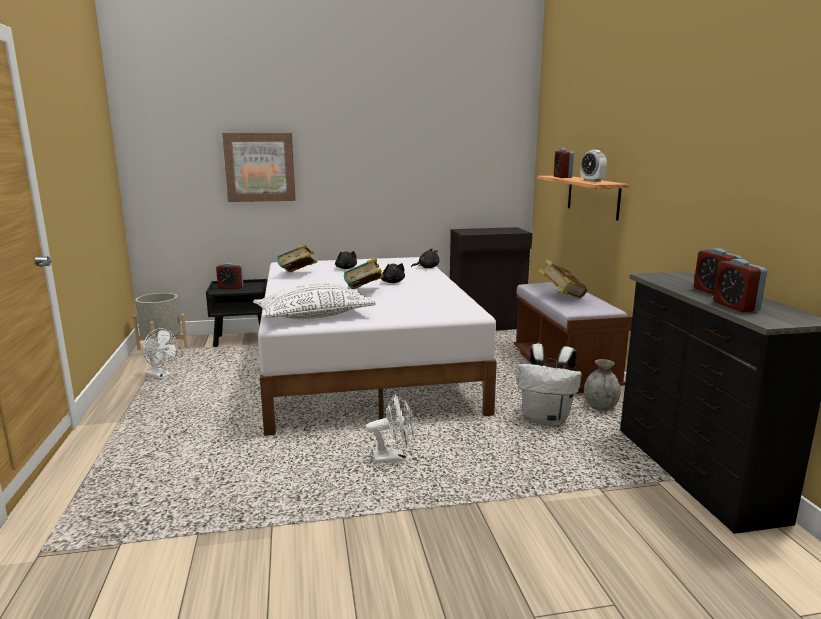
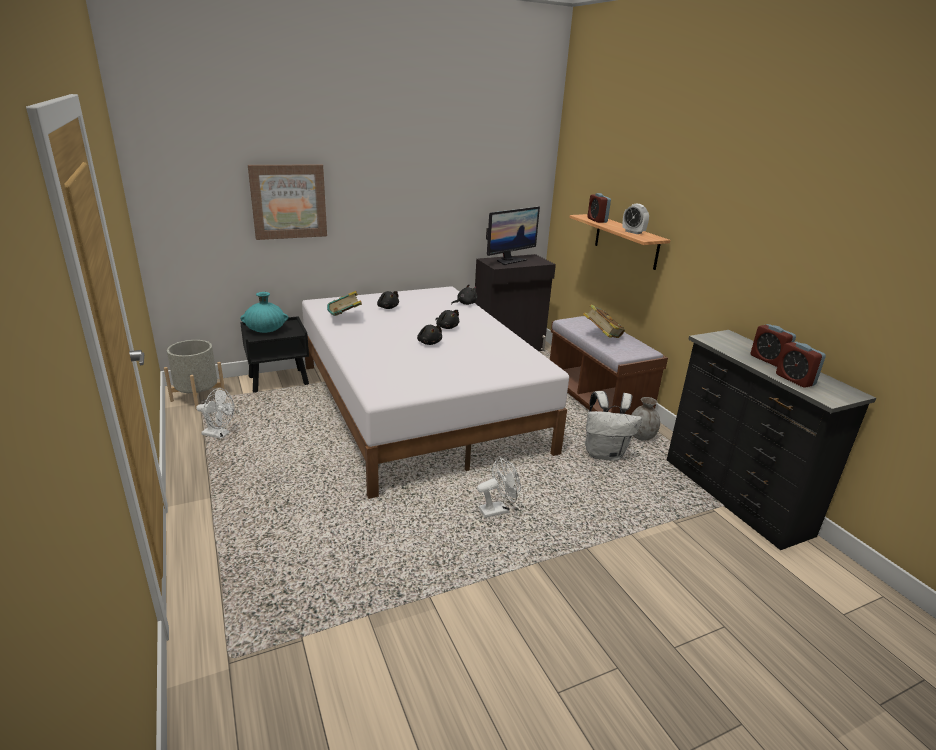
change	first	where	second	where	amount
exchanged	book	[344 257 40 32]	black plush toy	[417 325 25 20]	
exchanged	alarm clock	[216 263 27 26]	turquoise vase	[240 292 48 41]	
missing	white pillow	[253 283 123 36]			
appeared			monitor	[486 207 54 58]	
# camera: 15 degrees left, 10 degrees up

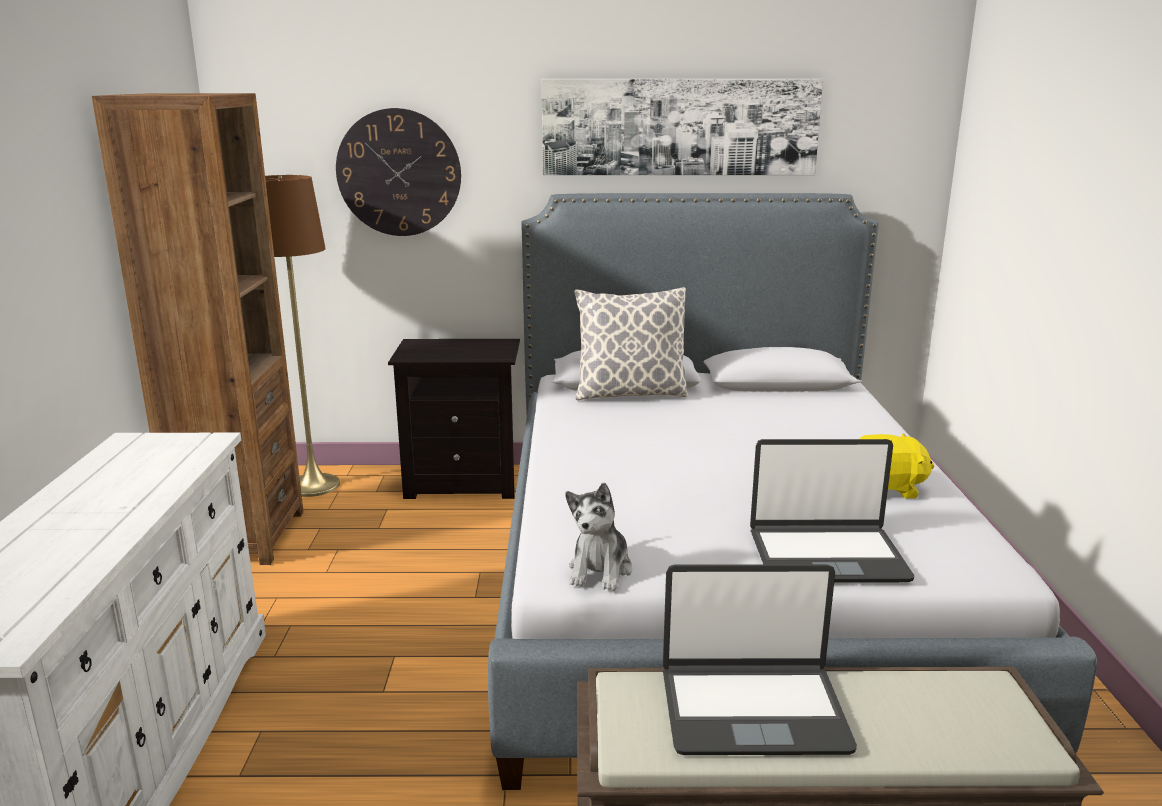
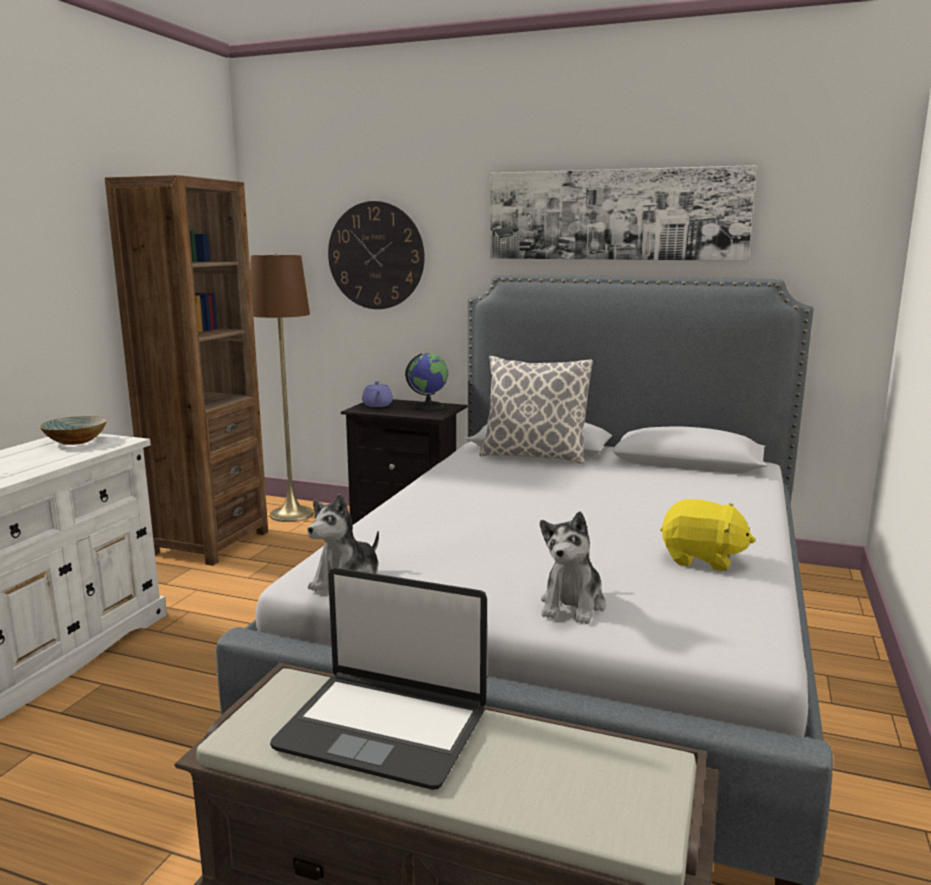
change	first	where	second	where	amount
exchanged	laptop	[750 439 164 144]	plush toy	[540 511 66 113]	
appeared			globe	[405 353 43 57]	
appeared			purple teapot	[362 381 31 26]	
appeared			bowl	[39 416 68 29]	
# camera: 20 degrees right, 5 degrees down

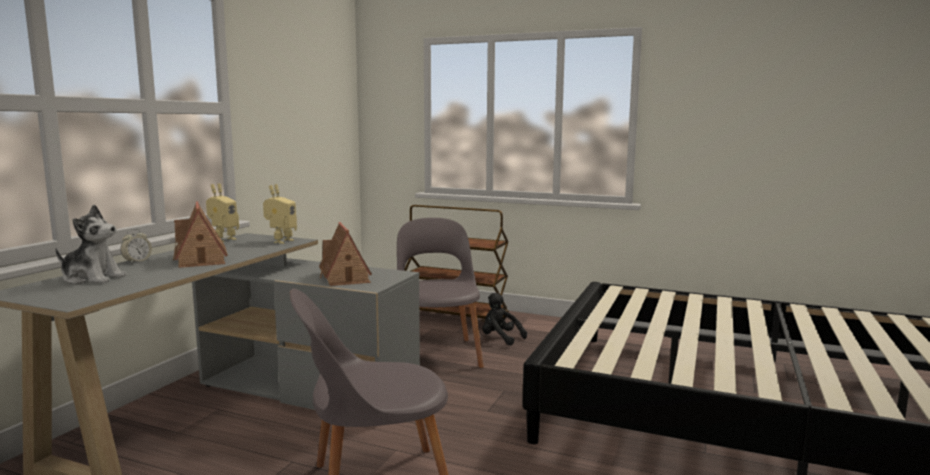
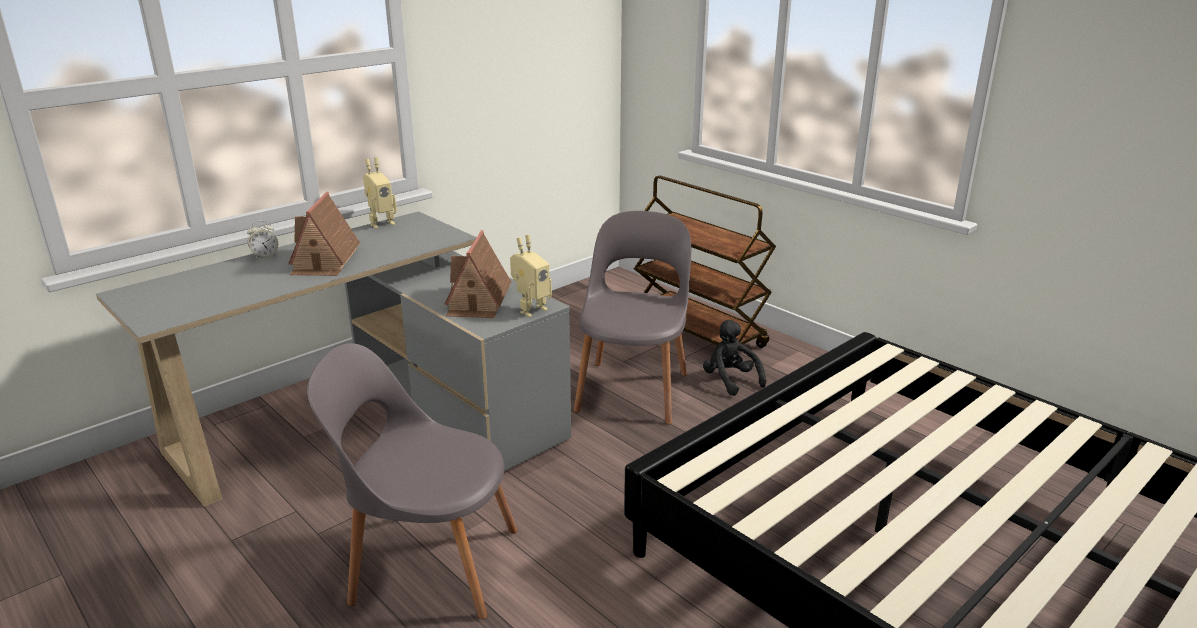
change	first	where	second	where	amount
relocated	toy robot	[263 184 34 60]		[510 235 42 82]	
missing	plush toy	[55 204 72 80]			
# camera: 25 degrees right, 15 degrees up

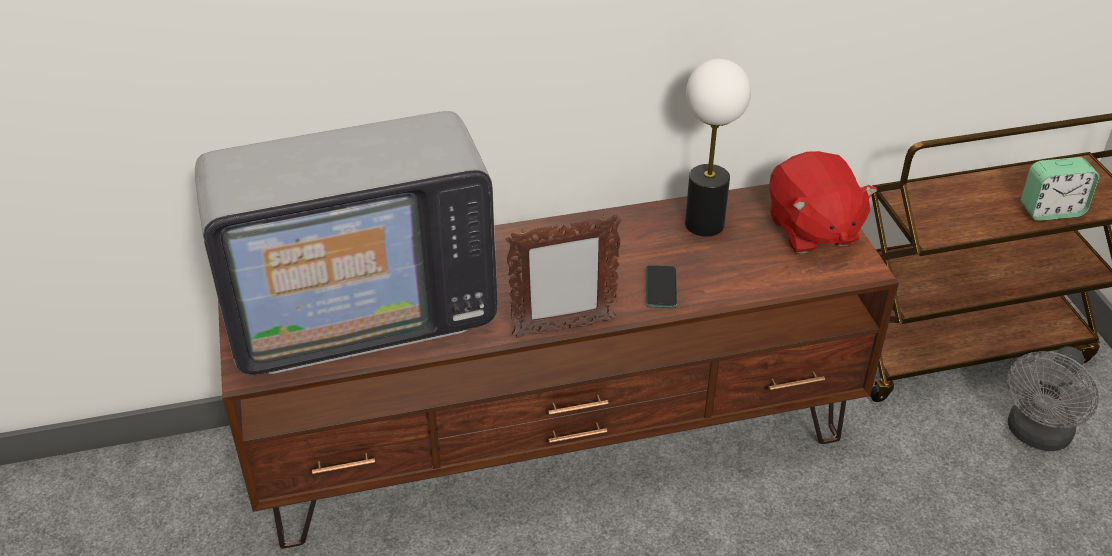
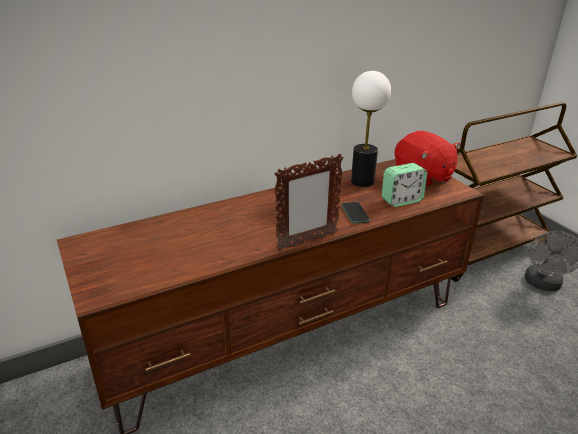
change	first	where	second	where	amount
missing	television	[195 111 303 264]			
relocated	alarm clock	[1021 157 78 64]		[382 163 45 44]	
# camera: 15 degrees left, 10 degrees down

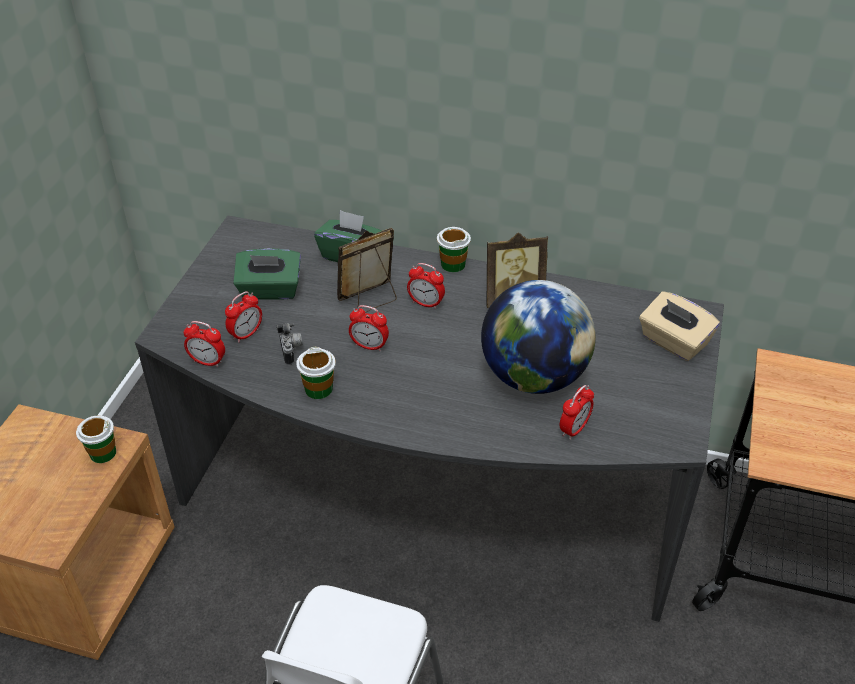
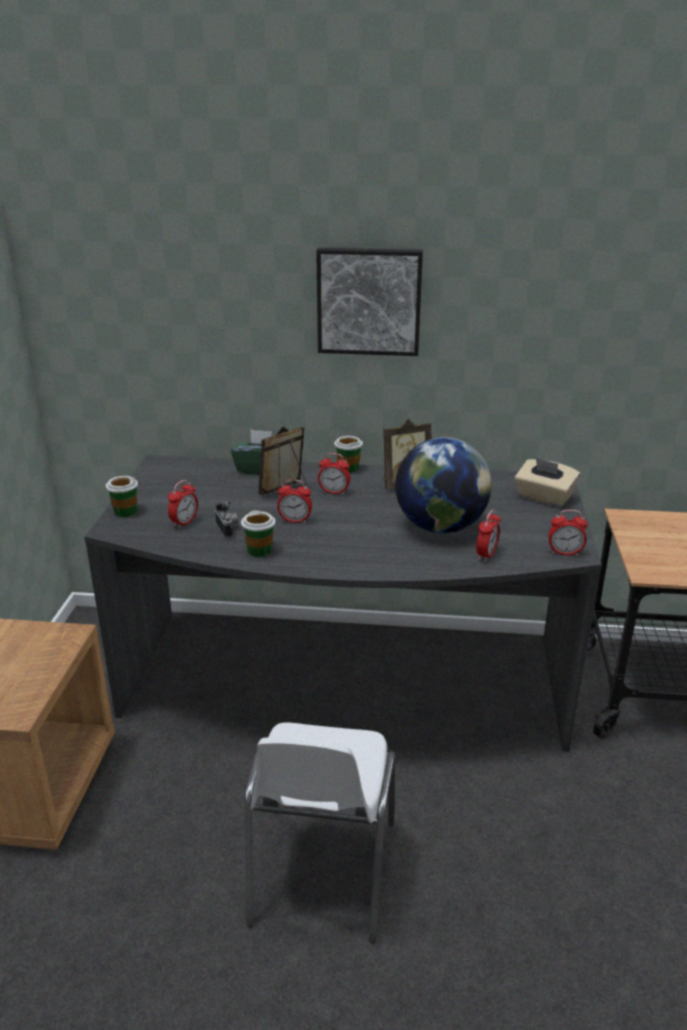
change	first	where	second	where	amount
missing	green tissue box	[233 248 68 52]			
relocated	alarm clock	[183 321 42 46]		[548 510 40 46]	
relocated	cup	[76 416 40 47]		[106 476 32 41]	
appeared			picture	[316 248 107 108]	
# camera: 10 degrees left, 15 degrees down

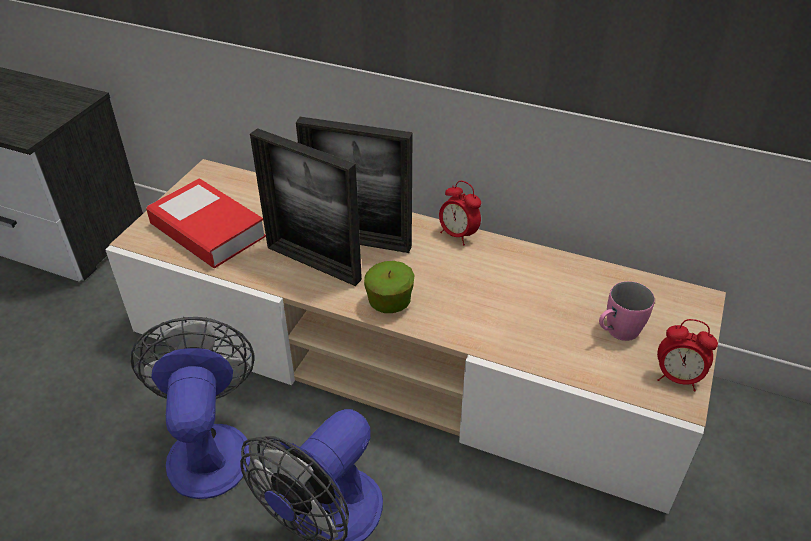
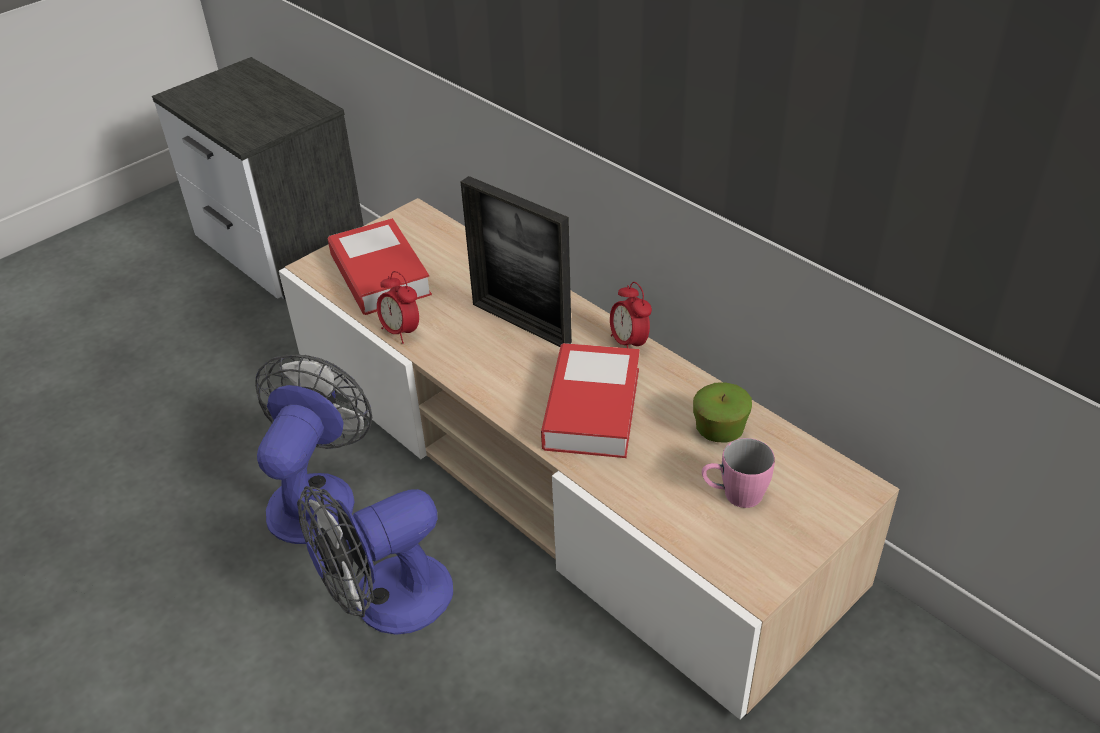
change	first	where	second	where	amount
missing	picture frame	[250 128 112 158]			
relocated	apple	[364 261 50 52]		[693 382 59 61]	
relocated	alarm clock	[657 319 61 73]		[377 271 42 73]	
appeared			book	[541 343 99 115]	
# camera: 25 degrees right, 0 degrees up

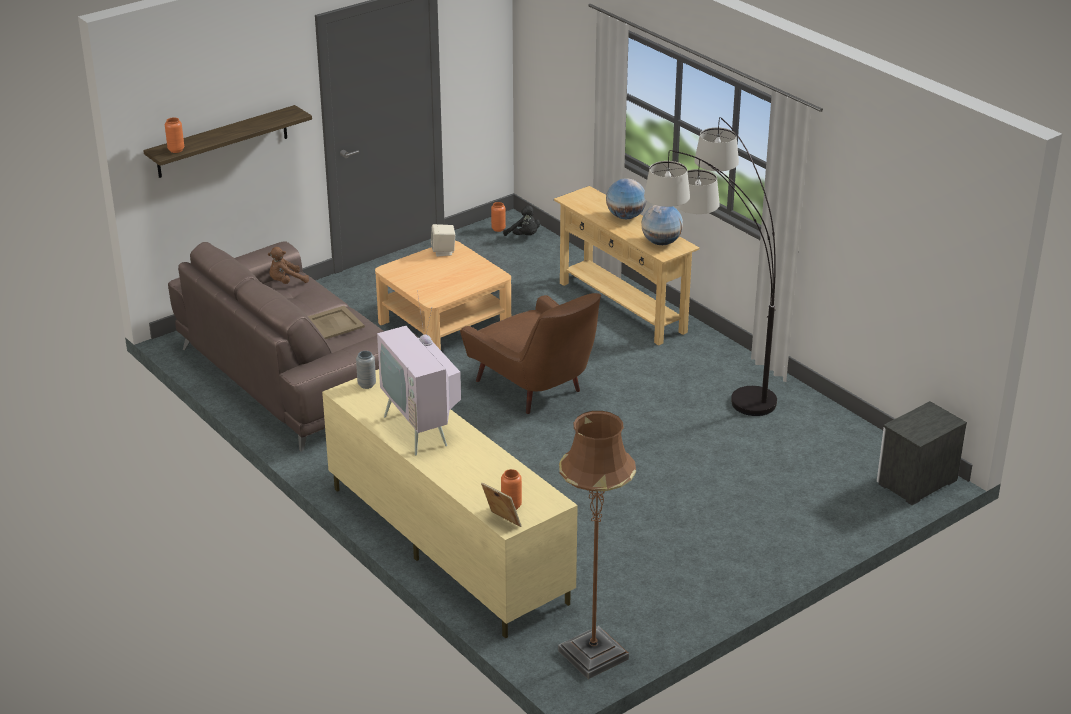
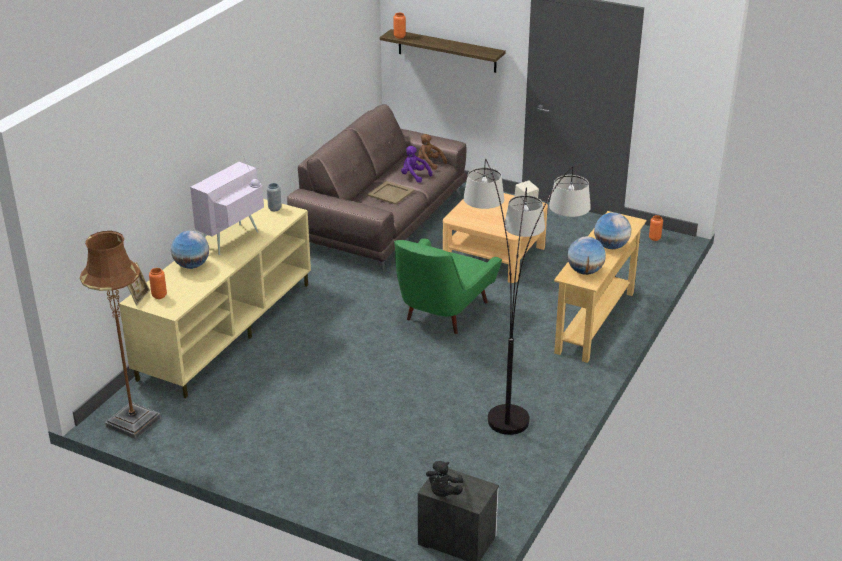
change	first	where	second	where	amount
relocated	black plush toy	[503 205 37 31]		[426 461 37 36]	
colour	brown armchair	[460 293 141 121]	green armchair	[394 238 108 96]	
appeared			purple plush toy	[401 146 32 37]	
appeared			globe	[171 231 38 38]	
# camera: 65 degrees right, 0 degrees up

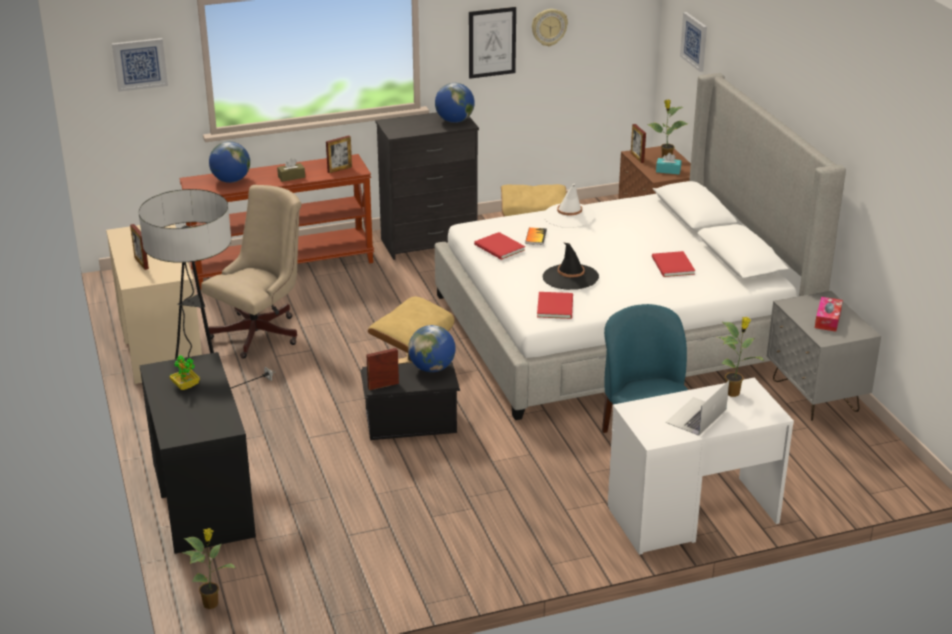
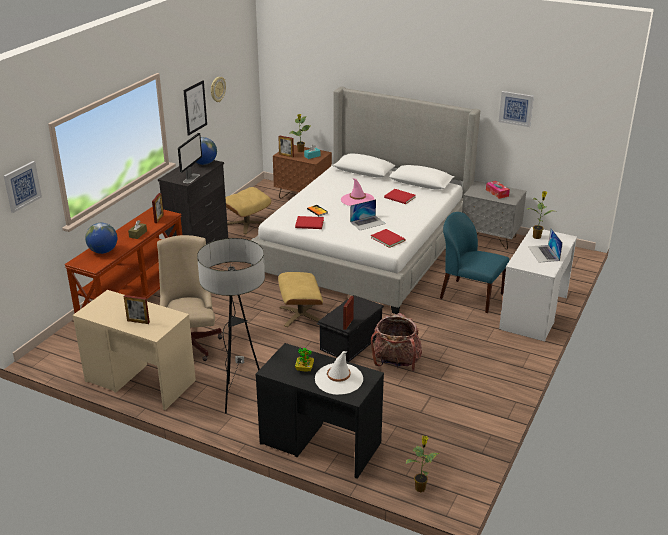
change	first	where	second	where	amount
relocated	picture	[680 12 27 60]		[499 91 35 36]	
relocated	white hat	[543 184 53 44]		[315 351 48 44]	
exchanged	black hat	[543 242 56 48]	laptop	[350 199 36 31]	
missing	globe	[408 325 47 47]			
appeared			monitor	[178 133 24 50]	
appeared			pink hat	[341 178 33 28]	
appeared			backpack	[371 313 51 58]	
# camera: 45 degrees left, 0 degrees up

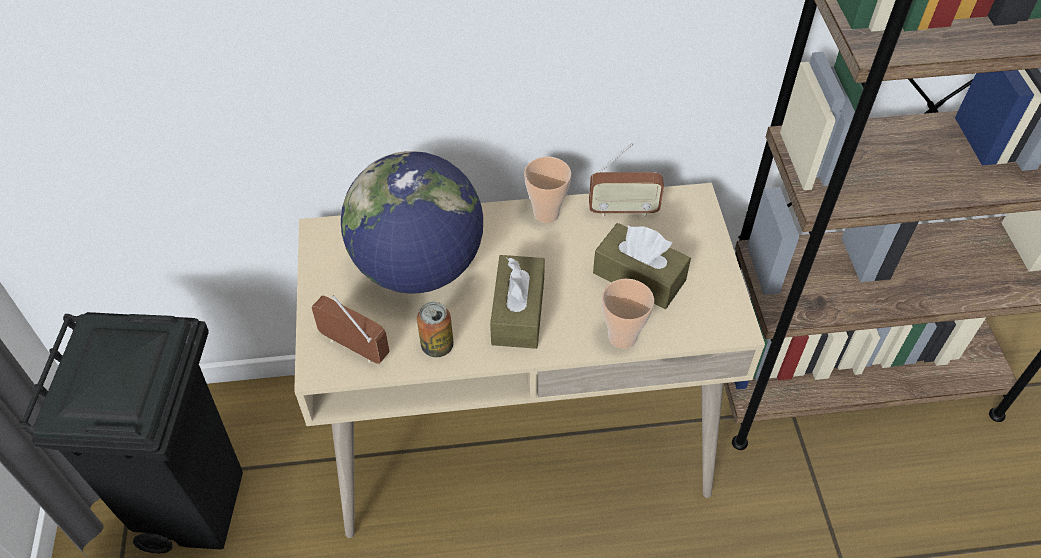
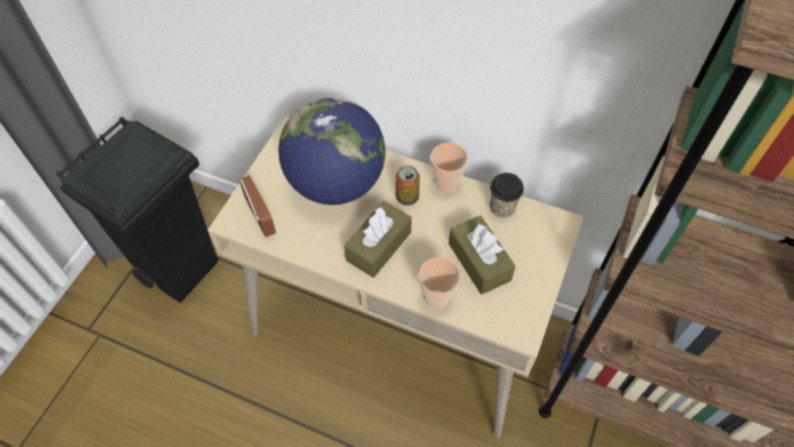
change	first	where	second	where	amount
exchanged	radio	[589 143 75 74]	cup	[490 173 34 45]	
relocated	can	[417 302 37 55]		[396 165 24 40]	
# camera: 30 degrees right, 5 degrees up

